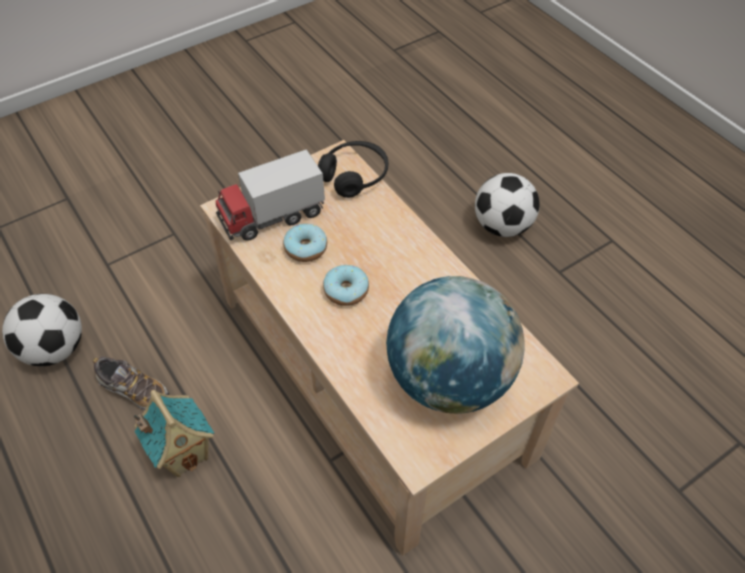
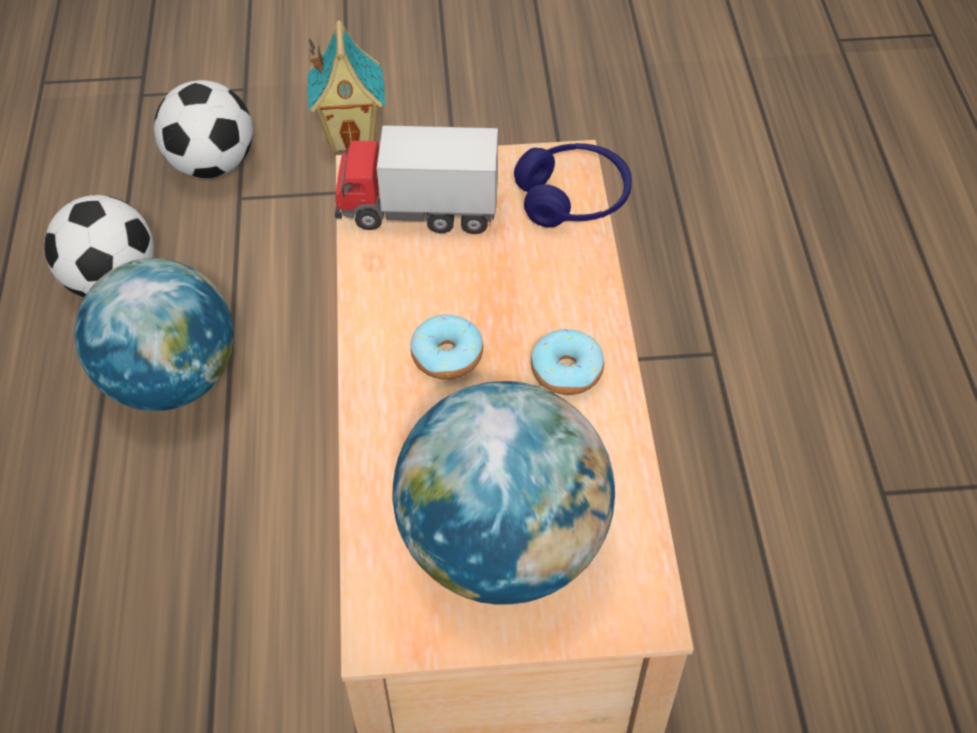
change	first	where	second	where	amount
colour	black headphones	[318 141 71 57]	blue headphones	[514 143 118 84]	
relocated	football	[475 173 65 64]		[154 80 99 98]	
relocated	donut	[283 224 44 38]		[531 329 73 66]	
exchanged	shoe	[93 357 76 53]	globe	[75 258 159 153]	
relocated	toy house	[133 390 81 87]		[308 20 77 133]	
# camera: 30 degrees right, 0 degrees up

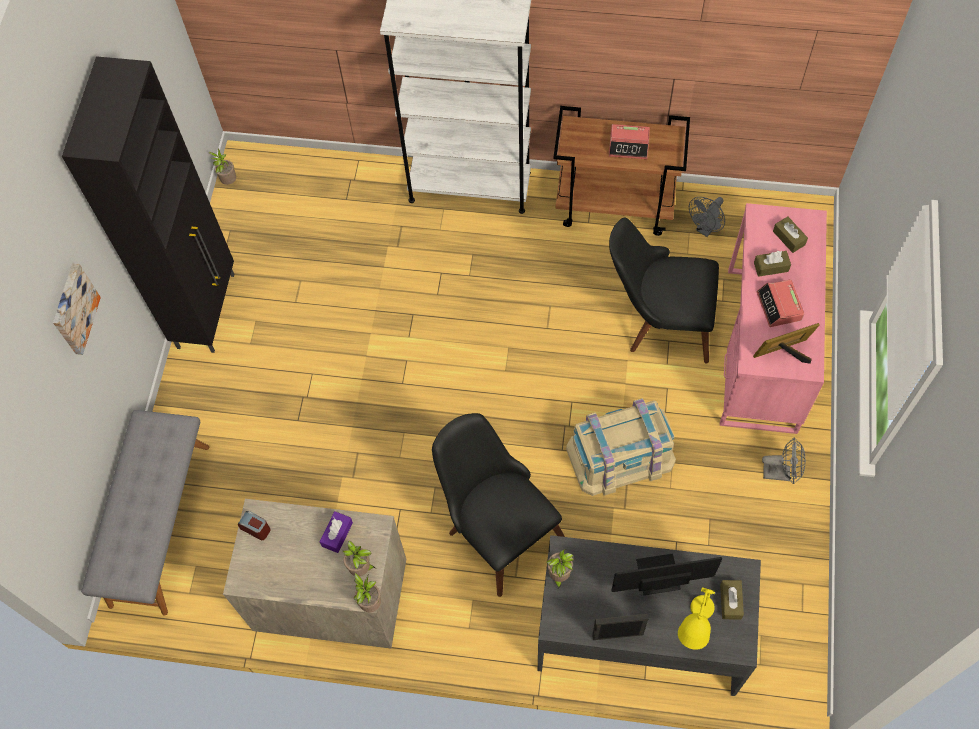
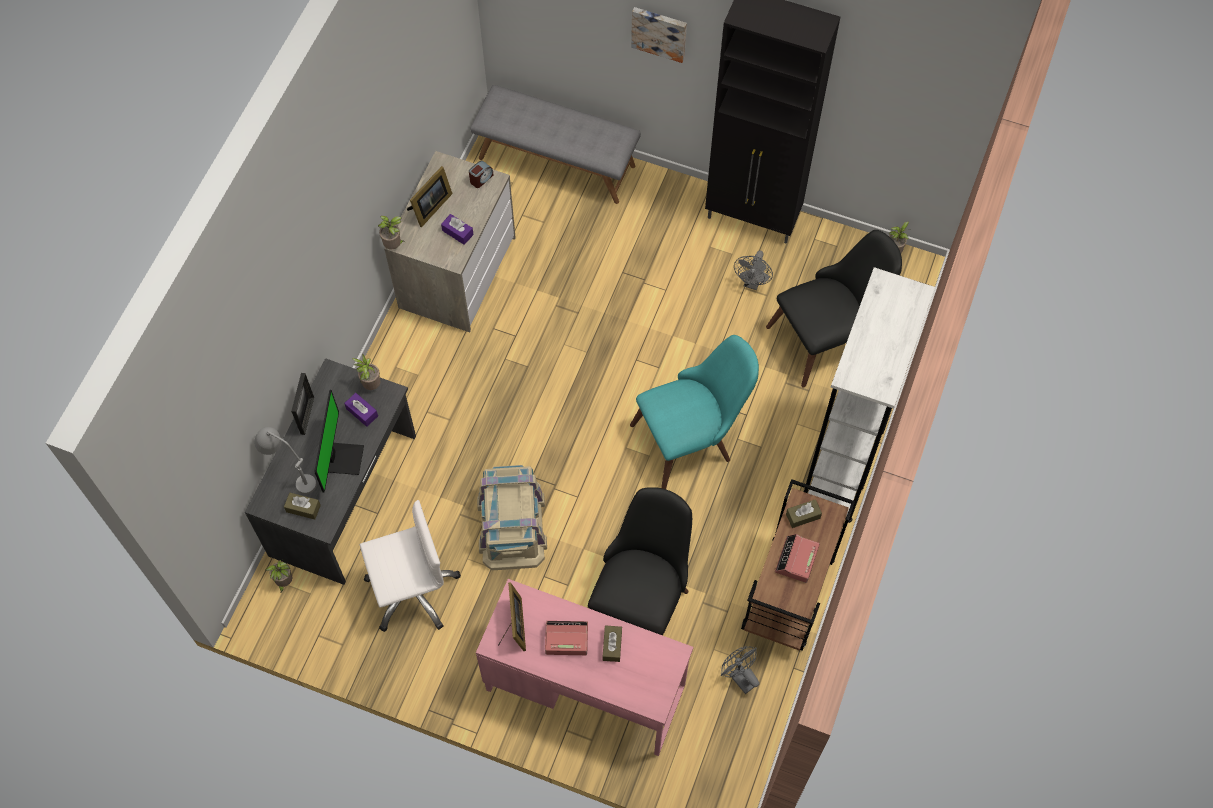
change	first	where	second	where	amount
relocated	brown tissue box	[773 216 35 37]		[786 499 36 29]	
relocated	black chair	[432 413 133 184]		[766 230 136 158]	
relocated	grey fan	[762 437 44 47]		[734 251 39 39]	
relocated	potted plant	[343 541 32 35]		[265 559 27 35]	
colour	yellow table lamp	[678 587 37 63]	grey table lamp	[254 427 63 67]	
appeared			picture frame	[407 166 46 61]	
appeared			turquoise chair	[630 335 129 154]	
appeared			purple tissue box	[344 393 34 34]	
appeared			white office chair	[360 500 101 132]	
# camera: 100 degrees right, 0 degrees up

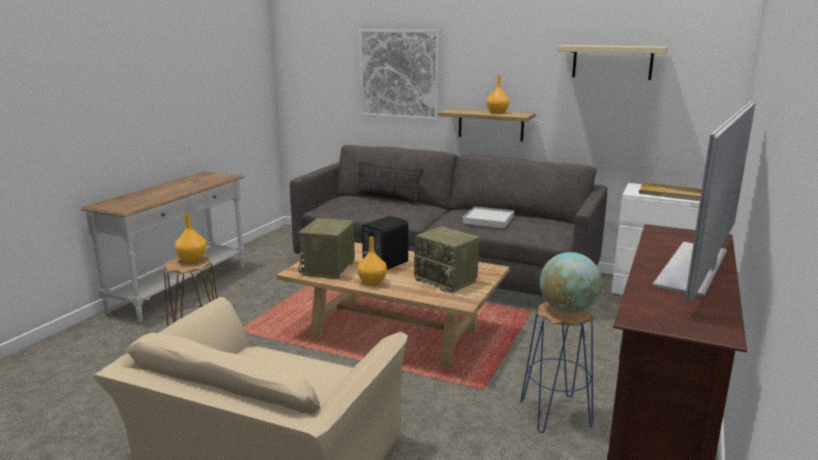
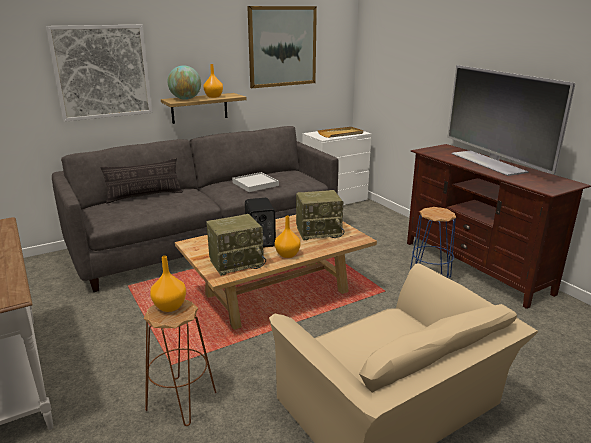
change	first	where	second	where	amount
exchanged	beige shelf	[558 45 110 35]	picture	[247 6 70 82]	
spun	radio	[298 218 57 61]		[206 214 60 62]	75 degrees counterclockwise
relocated	globe	[540 252 62 61]		[168 65 33 35]	
# camera: 55 degrees left, 5 degrees up

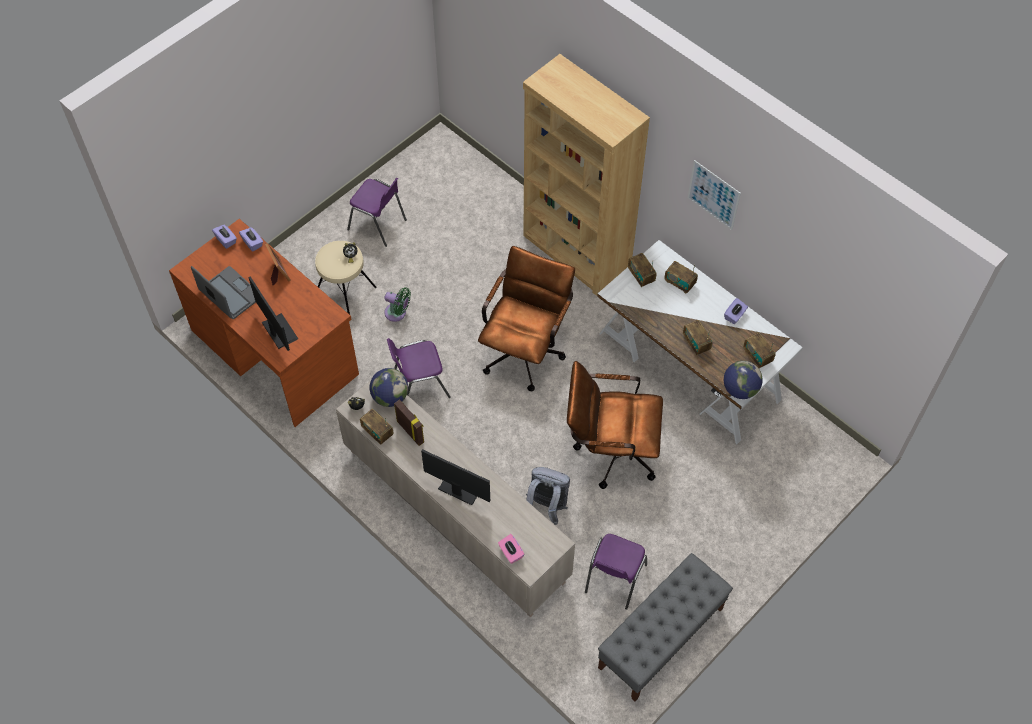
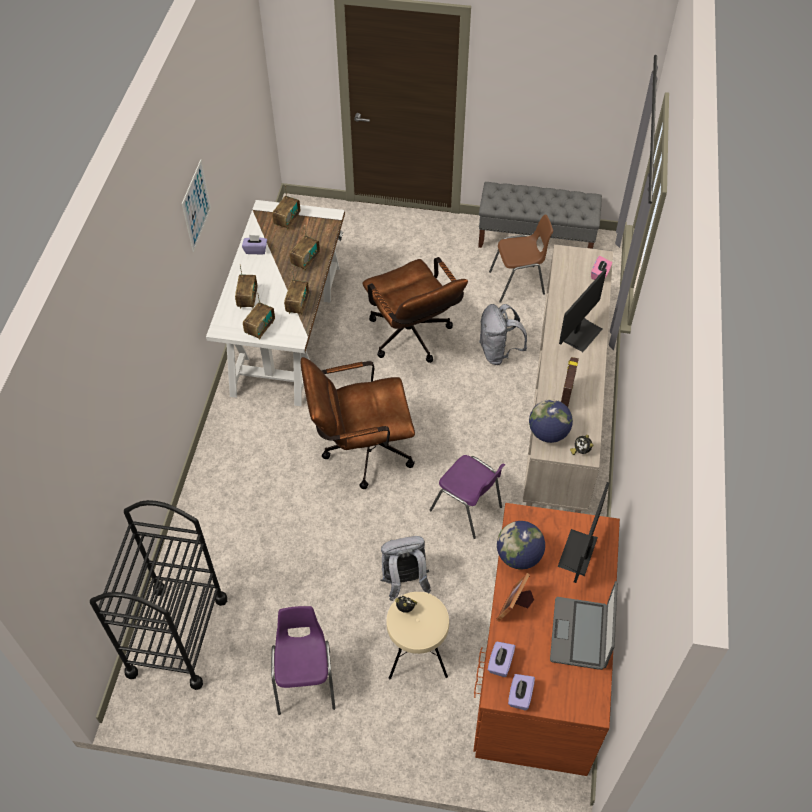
change	first	where	second	where	amount
missing	brown bookcase	[523 54 127 242]			
exchanged	green fan	[384 287 27 35]	grey backpack	[380 536 51 65]	
relocated	globe	[724 361 39 38]		[497 521 48 48]	
relocated	radio	[360 409 34 36]		[284 270 25 45]	
spun	monitor	[421 449 69 56]		[559 269 48 83]	135 degrees counterclockwise
colour	purple chair	[585 534 62 76]	brown chair	[489 215 64 88]	
appeared			black cart	[90 500 137 190]	
# camera: 125 degrees left, 5 degrees down

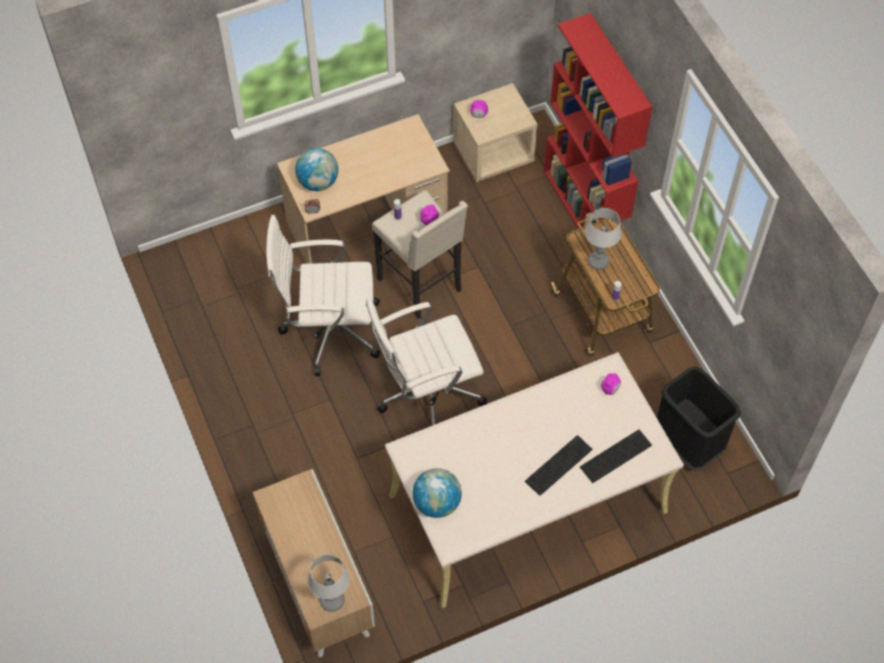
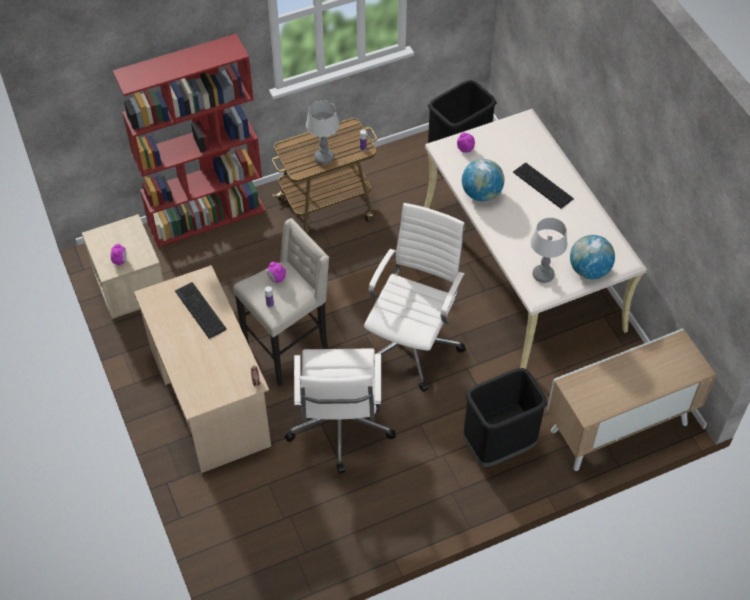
change	first	where	second	where	amount
relocated	globe	[295 148 43 43]		[462 159 42 43]	
spun	white office chair	[366 297 121 129]		[364 203 102 189]	135 degrees counterclockwise
relocated	keyboard	[580 429 72 54]		[175 282 52 57]	
relocated	table lamp	[308 554 41 58]		[531 218 36 65]	
appeared			black trash can	[463 368 84 99]	
# camera: 90 degrees left, 5 degrees down

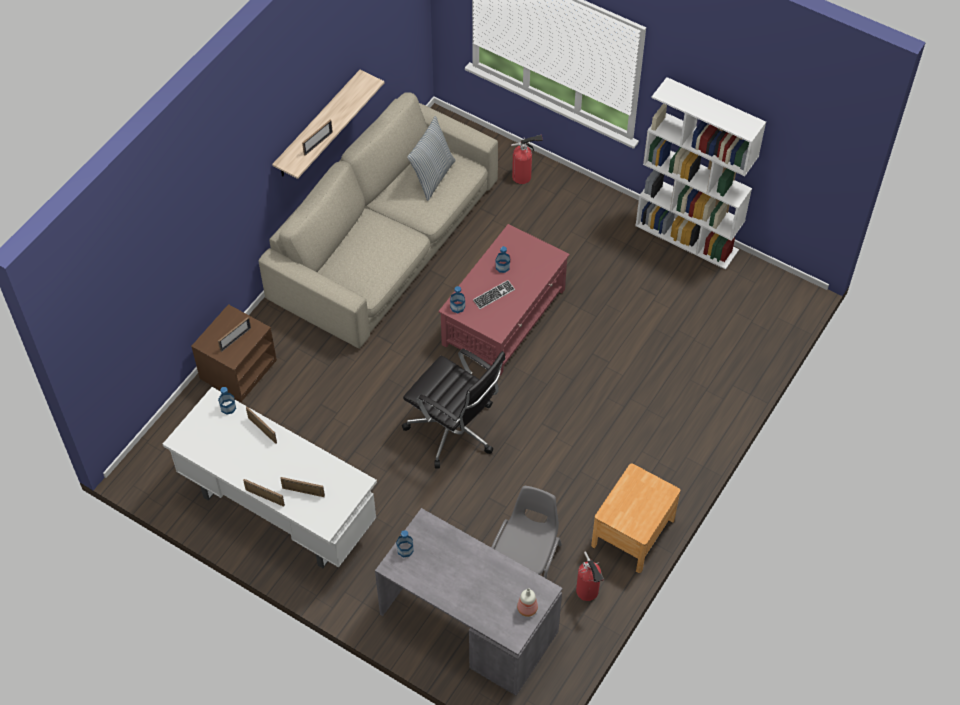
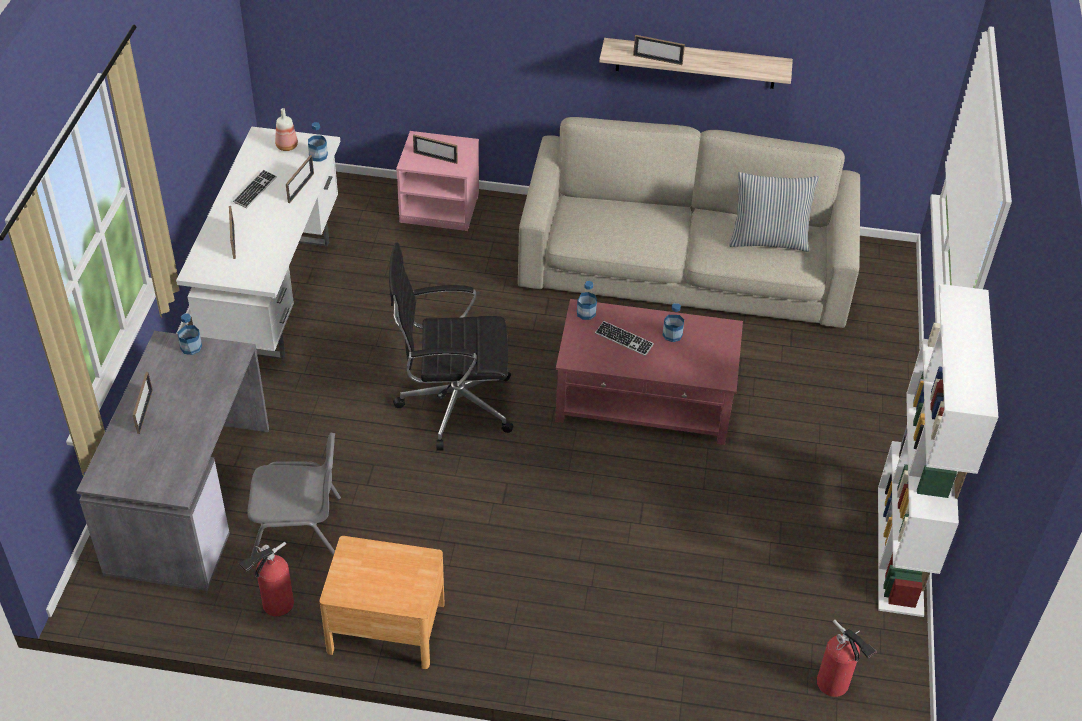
change	first	where	second	where	amount
relocated	fire extinguisher	[511 135 32 49]		[817 620 60 77]	
colour	brown nightstand	[191 304 86 98]	pink nightstand	[396 131 83 100]	
spun	black office chair	[402 348 103 120]		[389 243 124 208]	75 degrees clockwise
relocated	picture frame	[243 479 42 28]		[133 372 20 62]	
relocated	bottle	[517 588 21 29]		[275 108 23 43]	
appeared			keyboard	[233 170 44 38]	
# camera: 65 degrees right, 10 degrees down

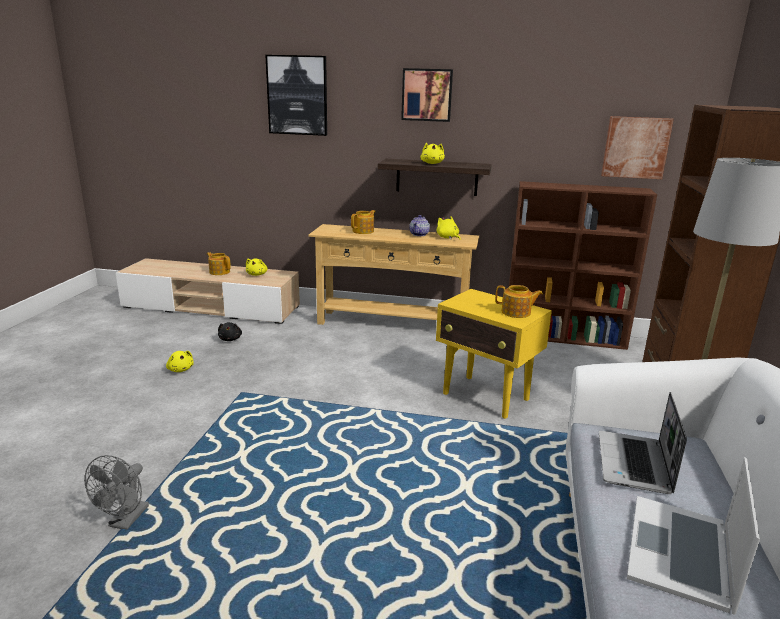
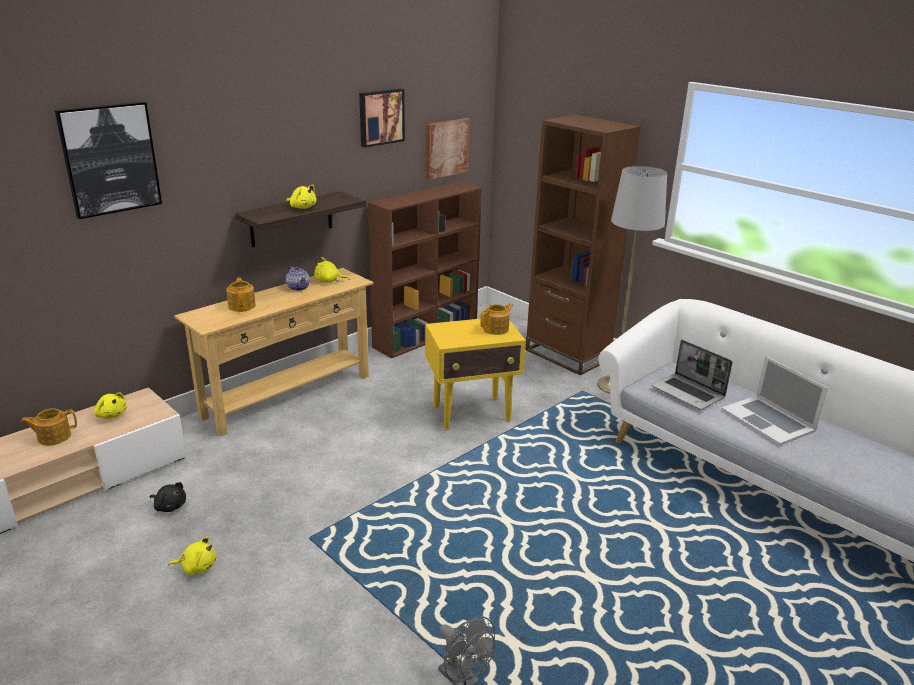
change	first	where	second	where	amount
relocated	picture	[401 68 52 54]		[359 89 46 59]	
# camera: 55 degrees left, 5 degrees up

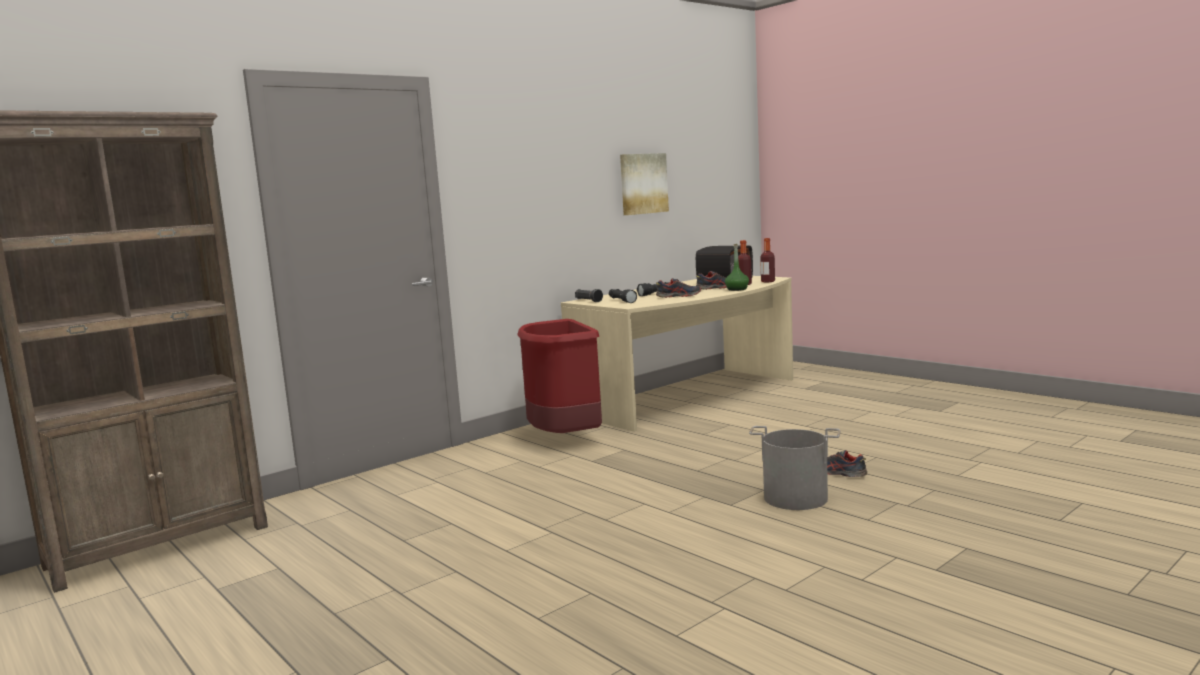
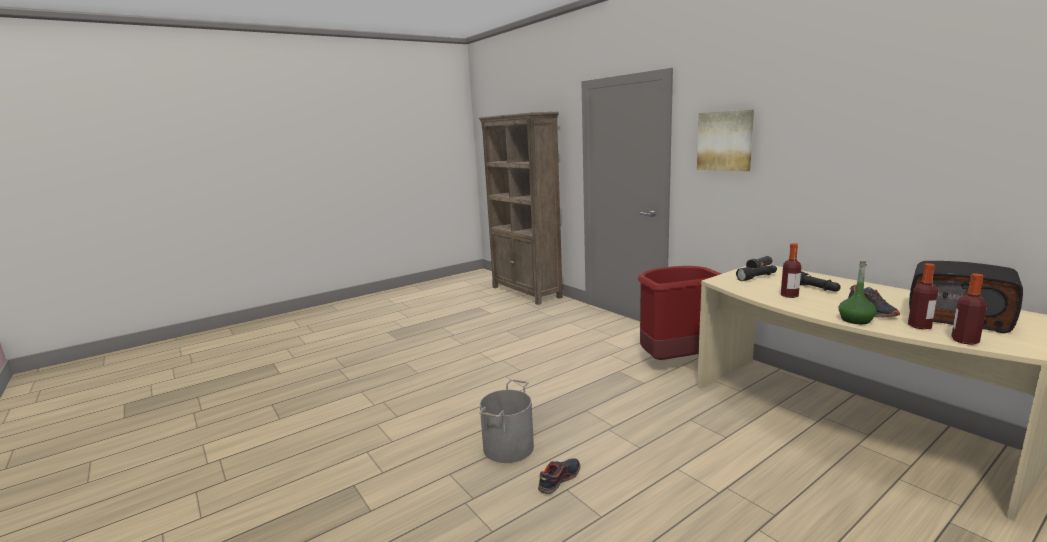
change	first	where	second	where	amount
relocated	picture	[620 153 49 62]		[697 110 57 62]	
exchanged	shoe	[656 278 45 20]	bottle	[781 243 20 55]	
# camera: 95 degrees right, 5 degrees up

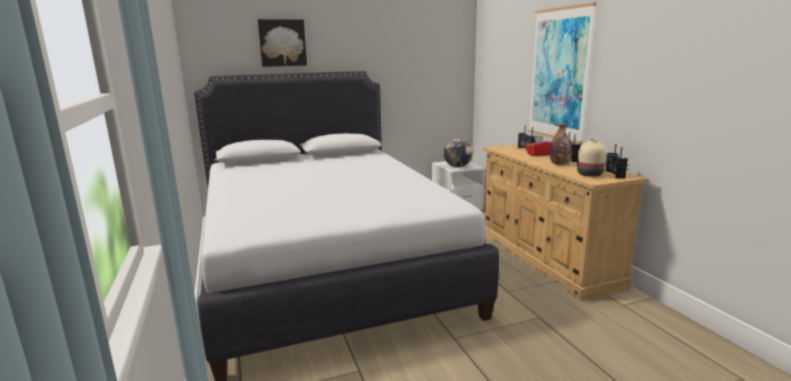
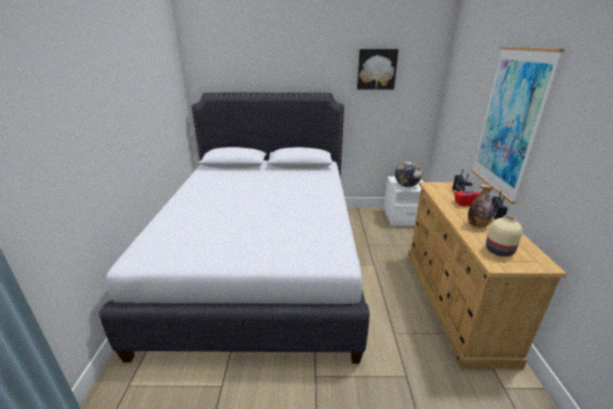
change	first	where	second	where	amount
relocated	picture	[258 19 49 48]		[357 49 42 41]	
missing	radio	[606 144 22 35]			
# camera: 20 degrees right, 10 degrees up

